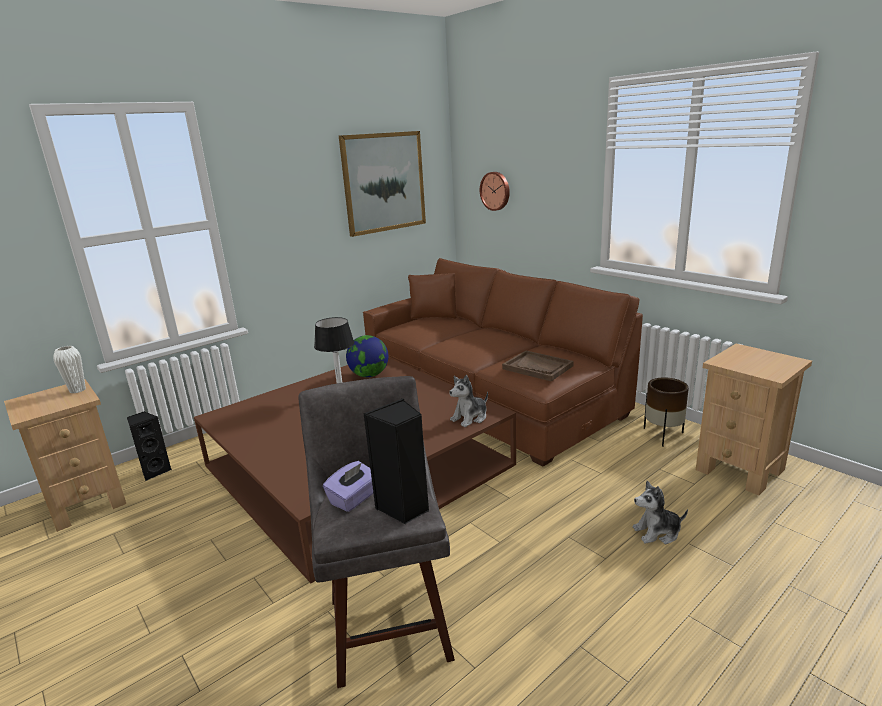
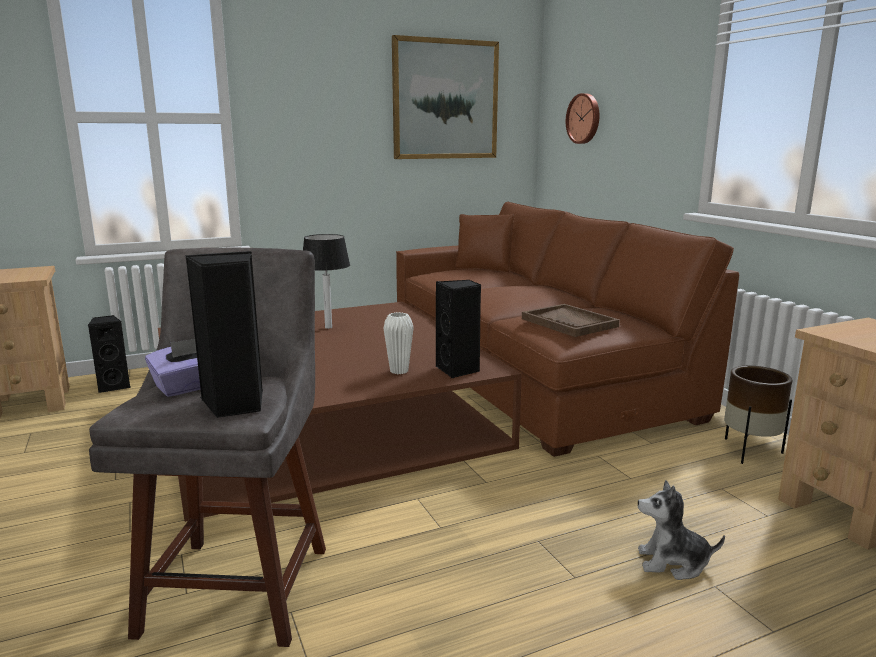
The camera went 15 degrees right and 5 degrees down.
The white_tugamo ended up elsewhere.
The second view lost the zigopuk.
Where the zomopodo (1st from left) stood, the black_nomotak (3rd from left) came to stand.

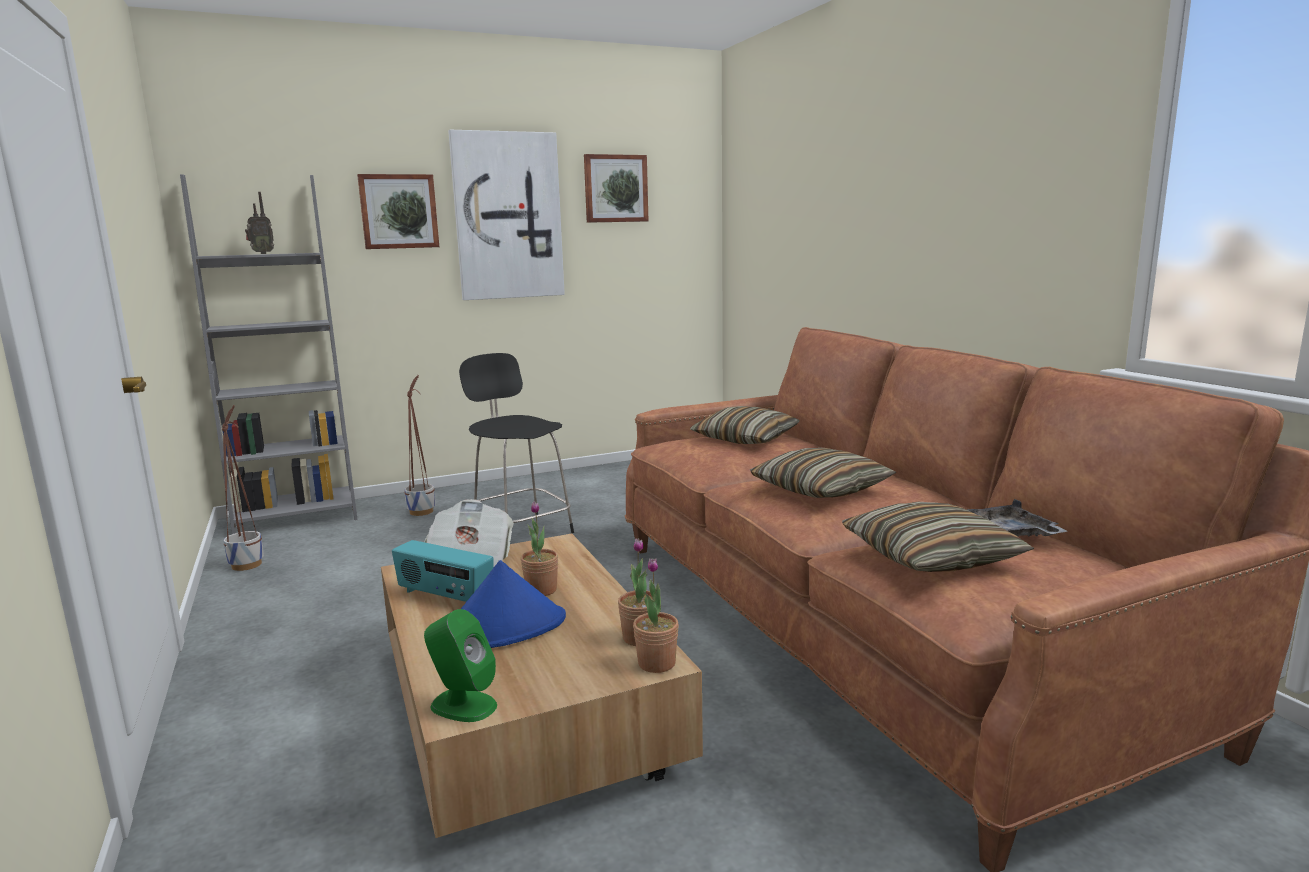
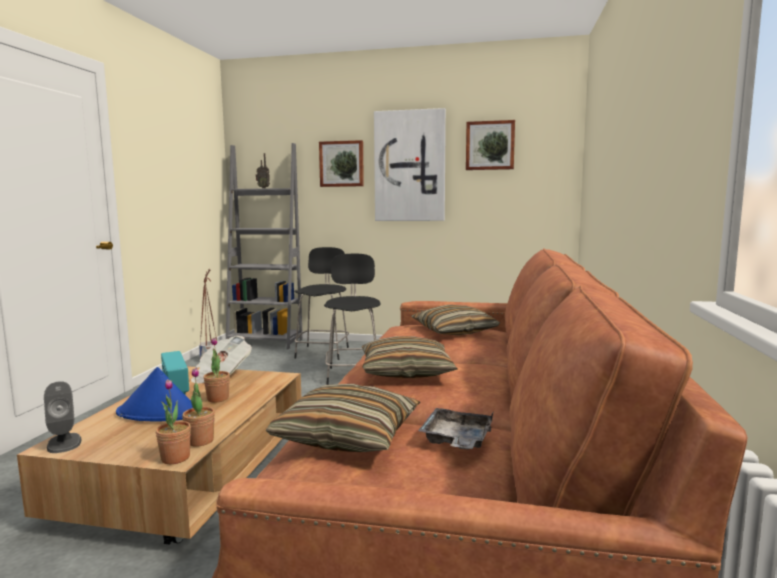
The camera went 35 degrees right and 5 degrees down.
Where the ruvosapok (2nd from left) stood, the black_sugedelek (1st from left) came to stand.
What was the green_nomotak turned into the grey_nomotak.

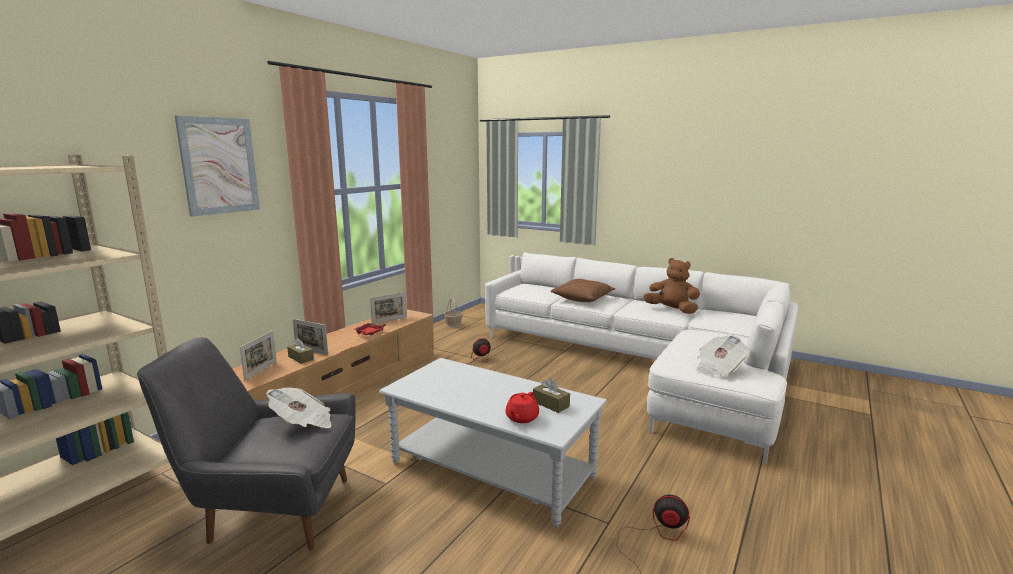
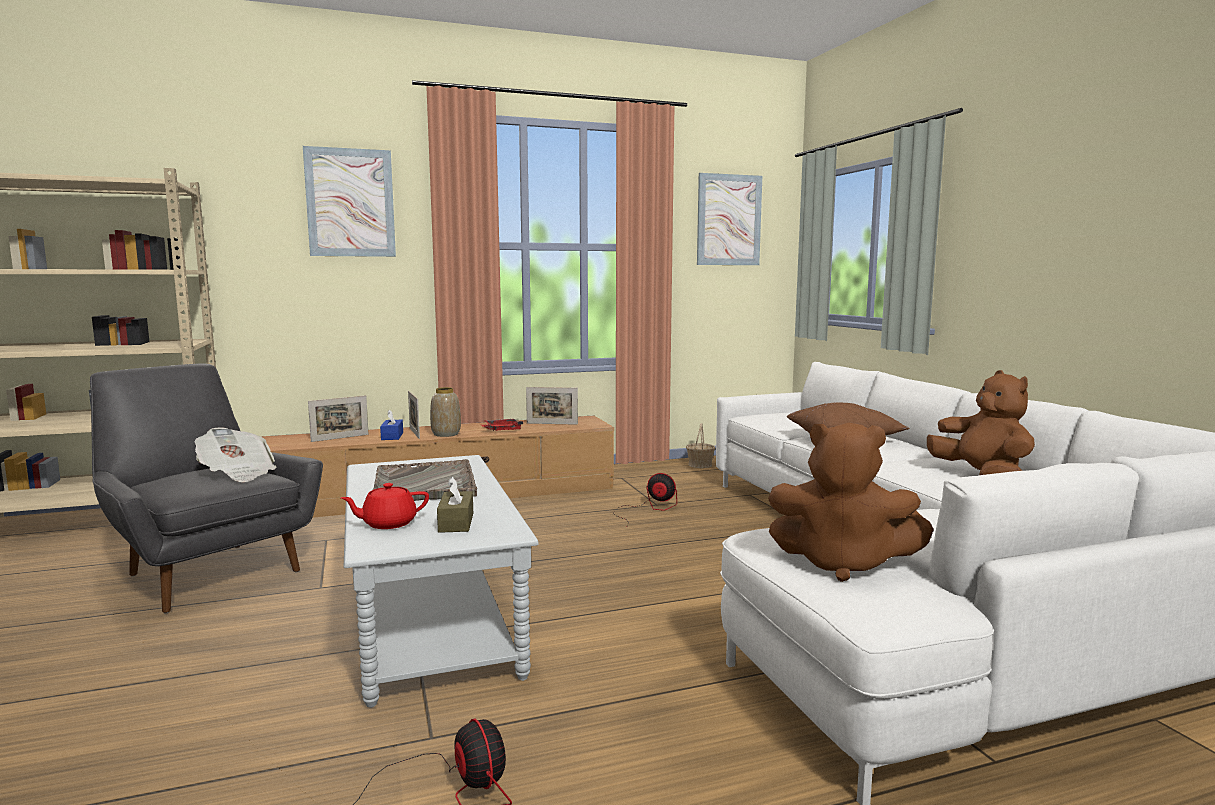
The camera went 40 degrees right and 5 degrees down.
What was the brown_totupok (1st from left) turned into the blue_totupok.
Where the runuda (2nd from left) stood, the brown_zomopodo (1st from left) came to stand.
The second view gained the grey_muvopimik.
The second view gained the tugamo.
The second view gained the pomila (2nd from left).

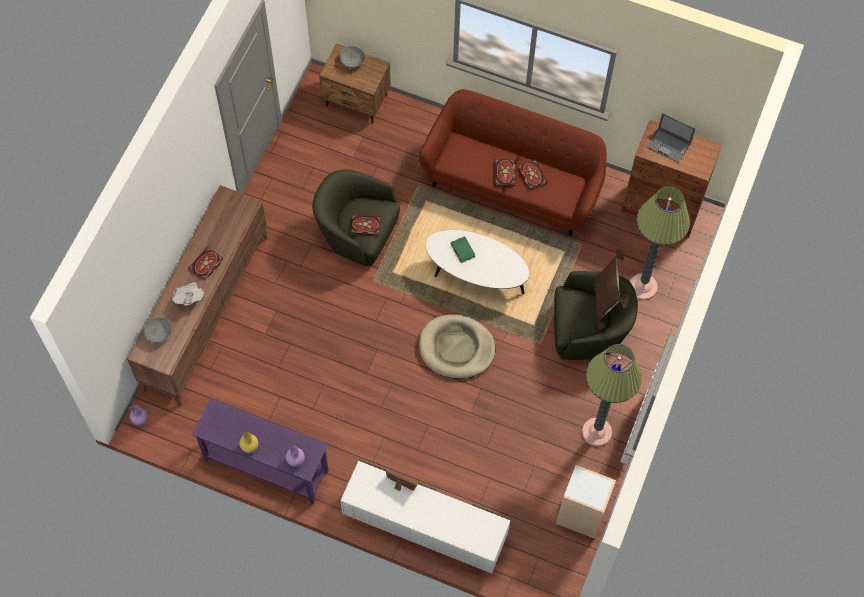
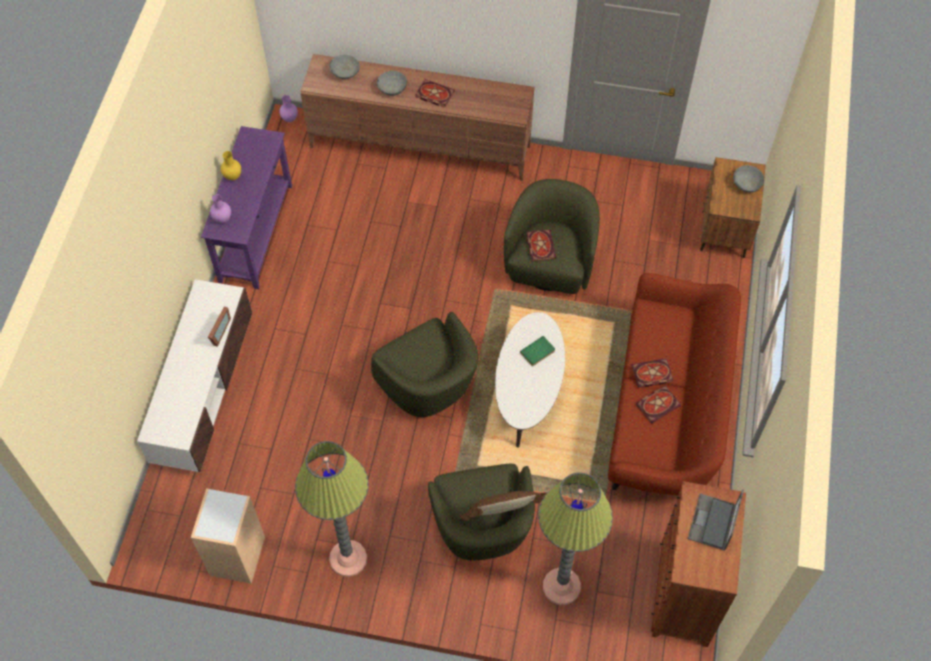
The camera went 80 degrees right and 5 degrees down.
Where the runuda stood, the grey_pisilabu (2nd from left) came to stand.
Where the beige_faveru stood, the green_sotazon (1st from left) came to stand.

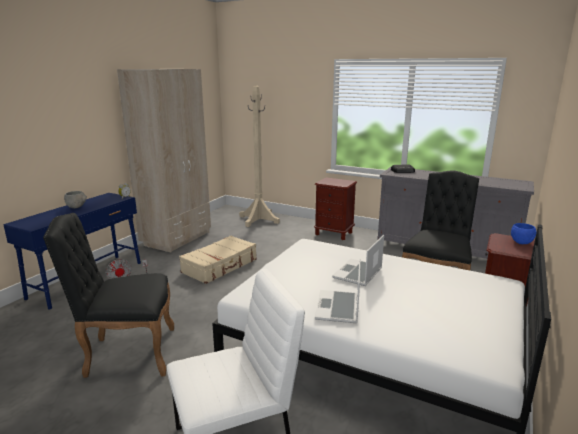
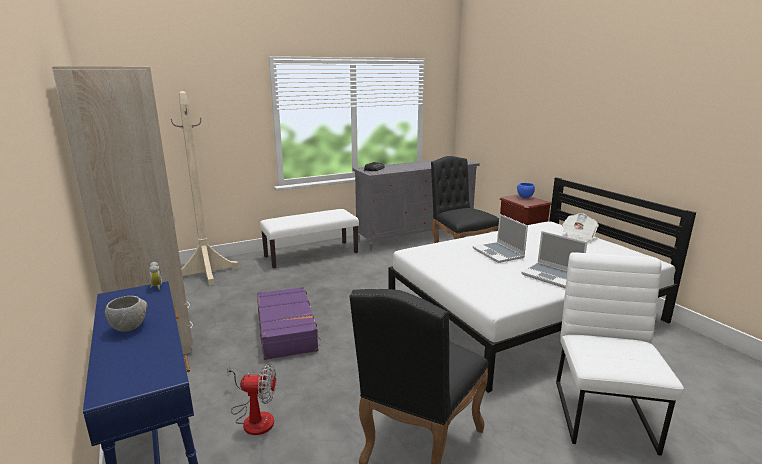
The camera went 55 degrees left and 0 degrees up.
What was the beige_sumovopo turned into the purple_sumovopo.
Where the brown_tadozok (1st from left) stood, the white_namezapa came to stand.
The second view gained the runuda.

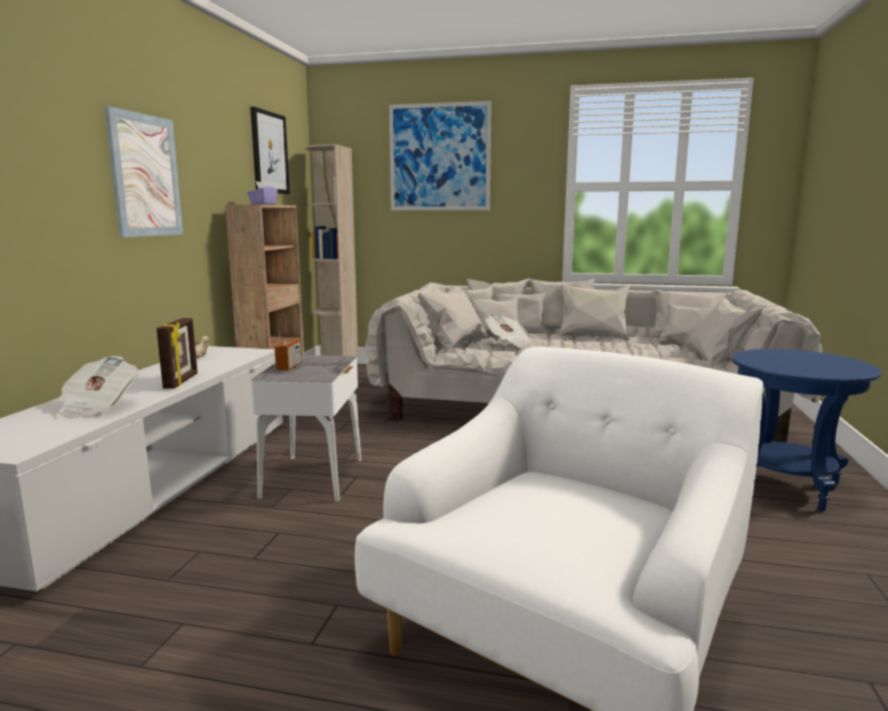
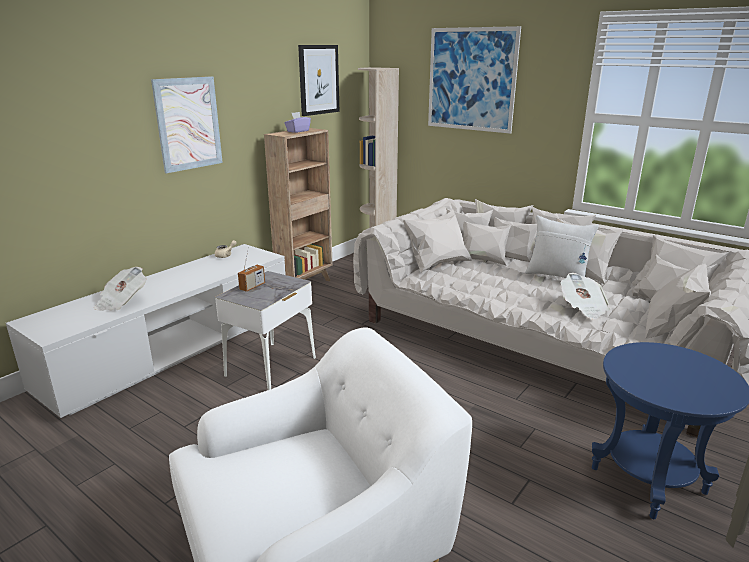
The camera went 25 degrees right and 10 degrees up.
The second view lost the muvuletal.
The runuda (2nd from left) ended up elsewhere.
The second view gained the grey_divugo.

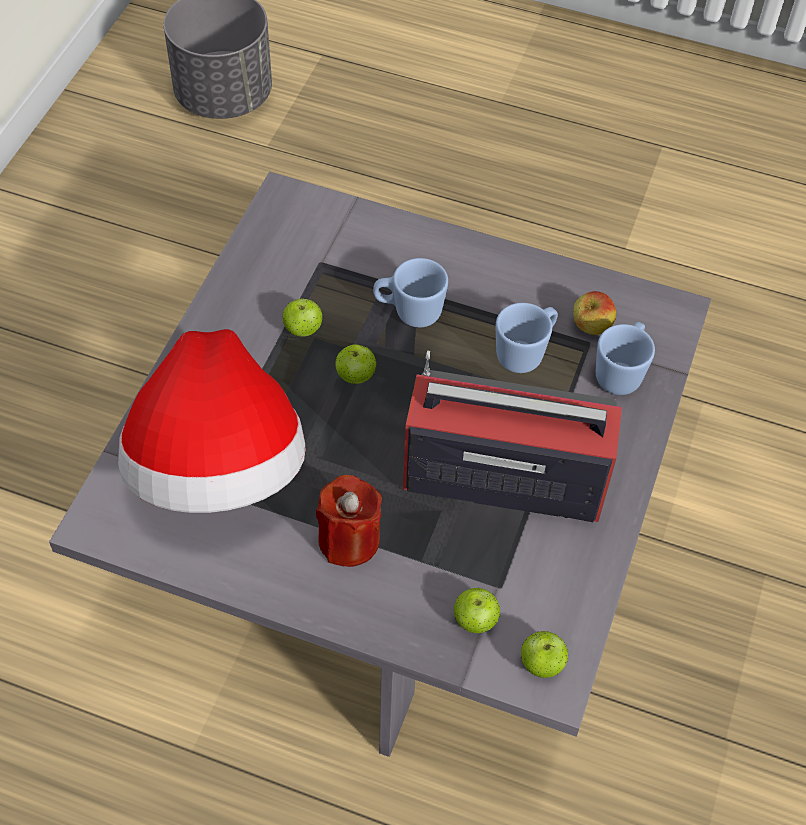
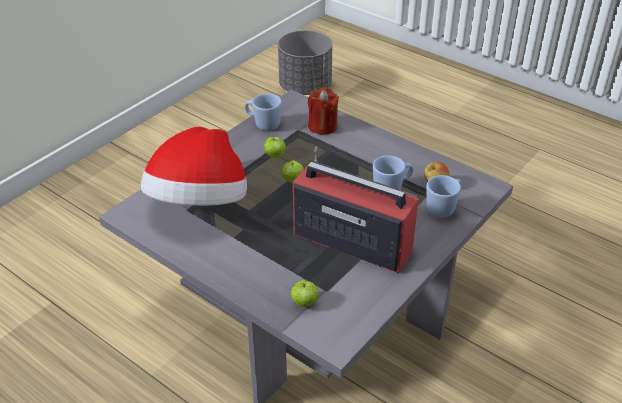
The camera went 20 degrees right and 15 degrees down.
The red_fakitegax ended up elsewhere.
The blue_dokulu (1st from left) ended up elsewhere.
The second view lost the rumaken (4th from left).

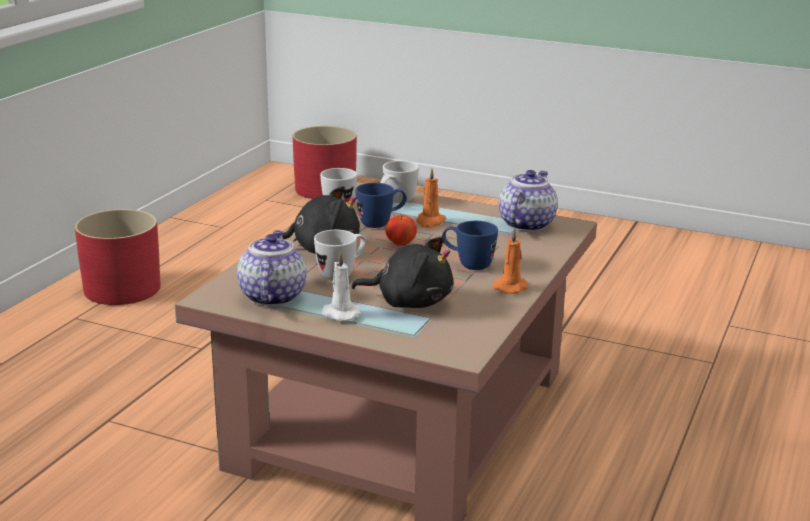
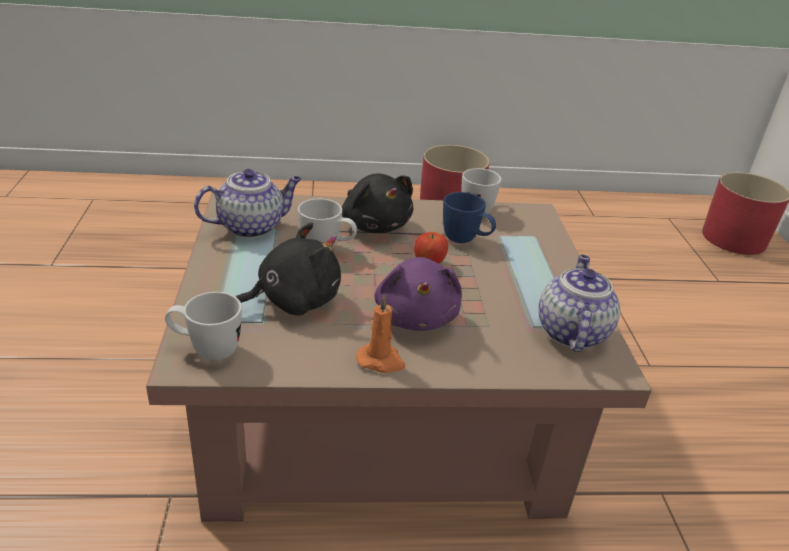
The camera went 60 degrees right and 10 degrees up.
The second view lost the white_fakitegax.
The black_zomopodo (2nd from left in the first image) ended up facing another way, 105 degrees counterclockwise from before.
The white_dokulu (3rd from left in the first image) ended up elsewhere.
The second view lost the orange_fakitegax (1st from left).
Where the blue_dokulu (2nd from left) stood, the purple_zomopodo came to stand.
The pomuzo (2nd from left) ended up facing another way, 75 degrees counterclockwise from before.

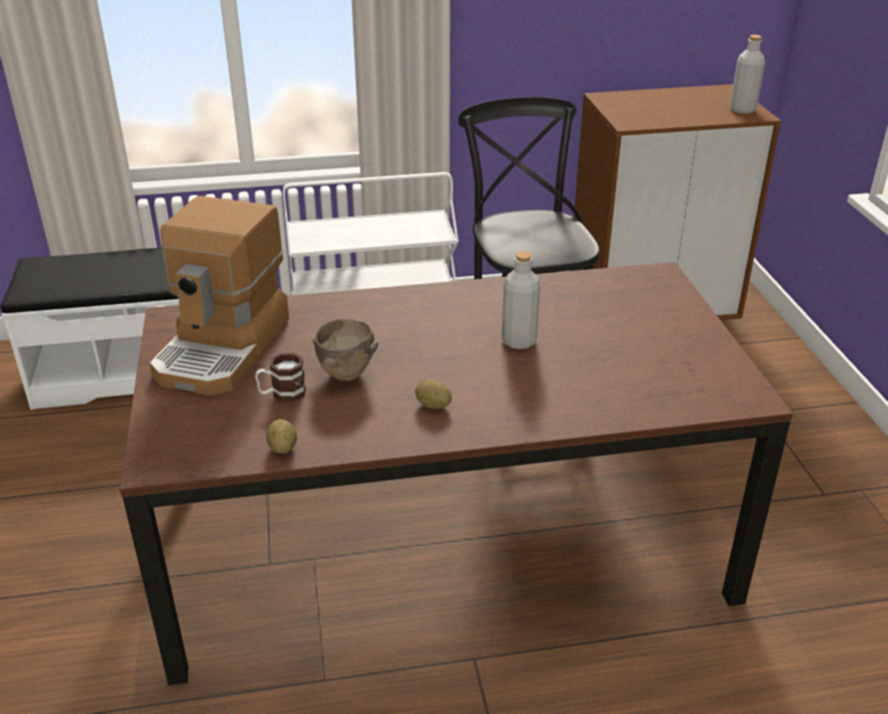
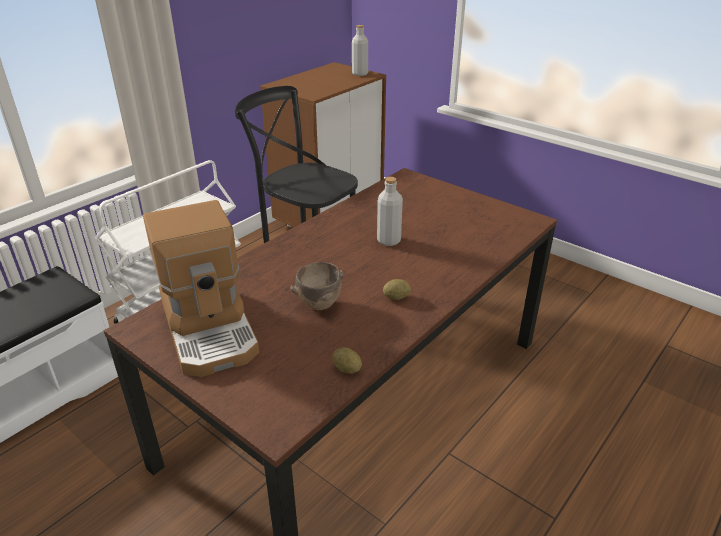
The camera went 40 degrees left and 0 degrees up.
The second view lost the dokulu.

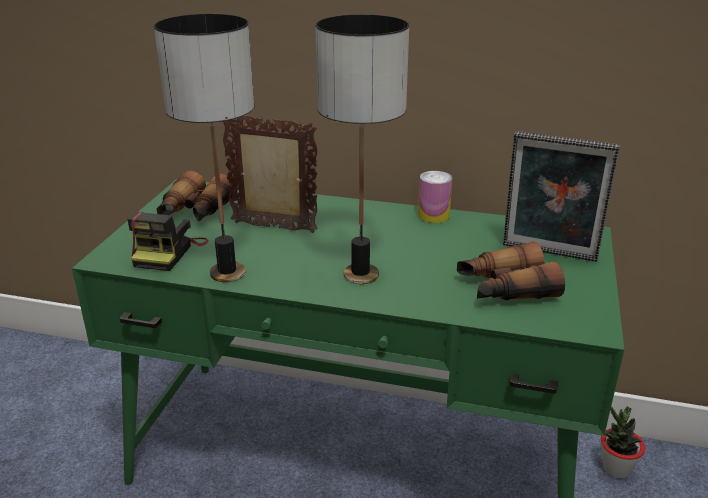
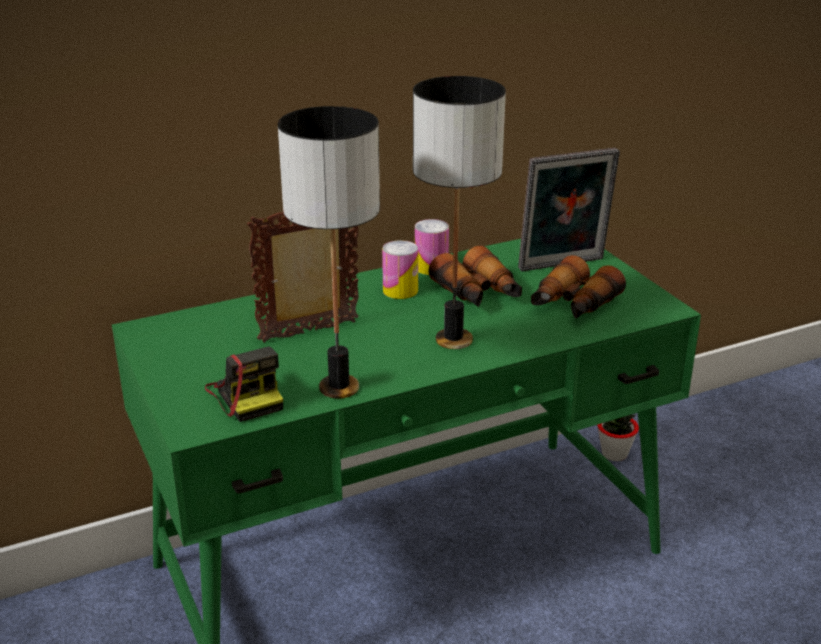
The camera went 40 degrees left and 0 degrees up.
The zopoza (1st from left) ended up elsewhere.
The second view gained the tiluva (1st from left).

